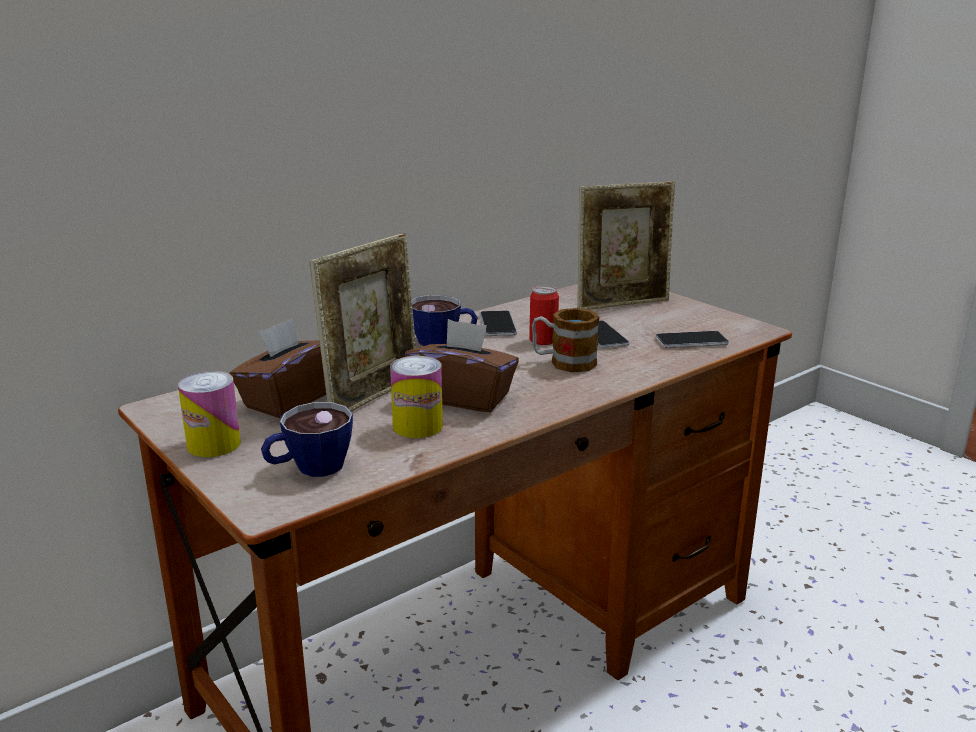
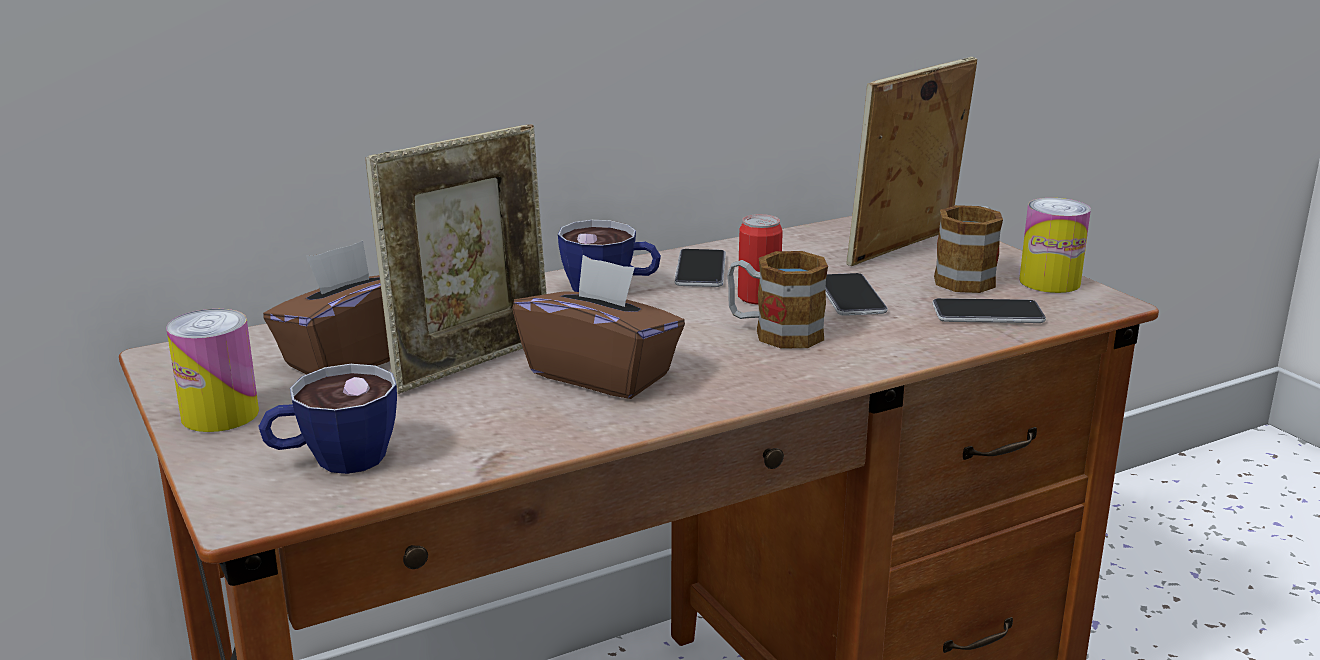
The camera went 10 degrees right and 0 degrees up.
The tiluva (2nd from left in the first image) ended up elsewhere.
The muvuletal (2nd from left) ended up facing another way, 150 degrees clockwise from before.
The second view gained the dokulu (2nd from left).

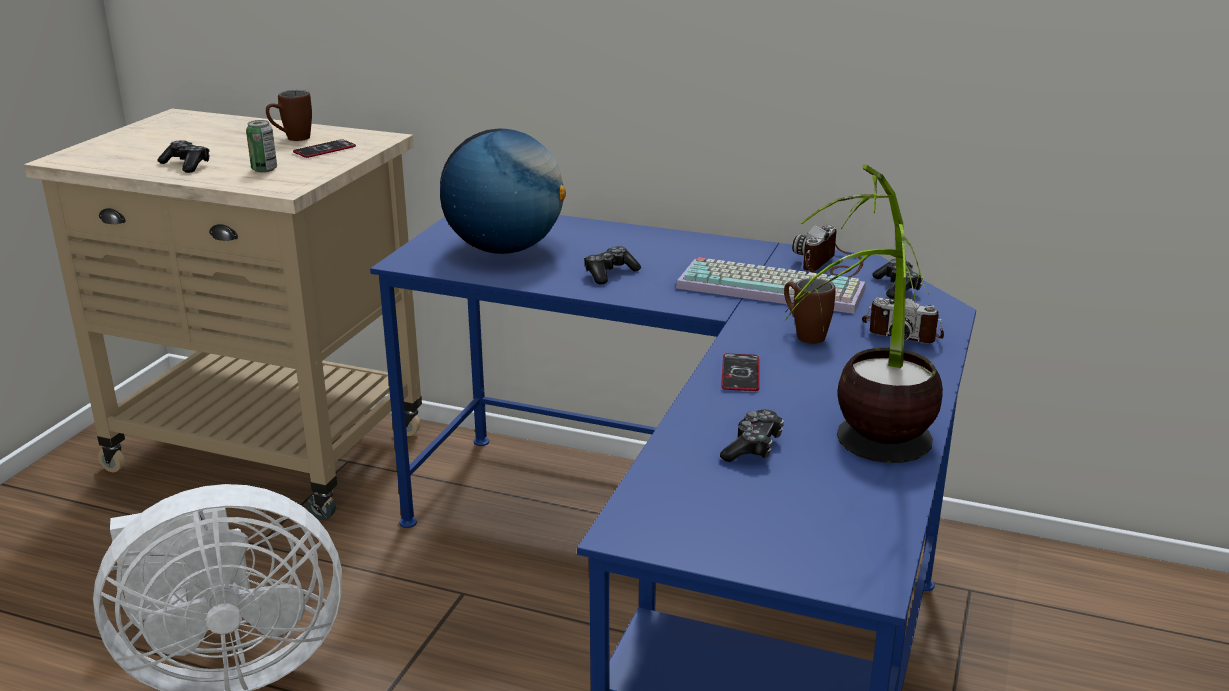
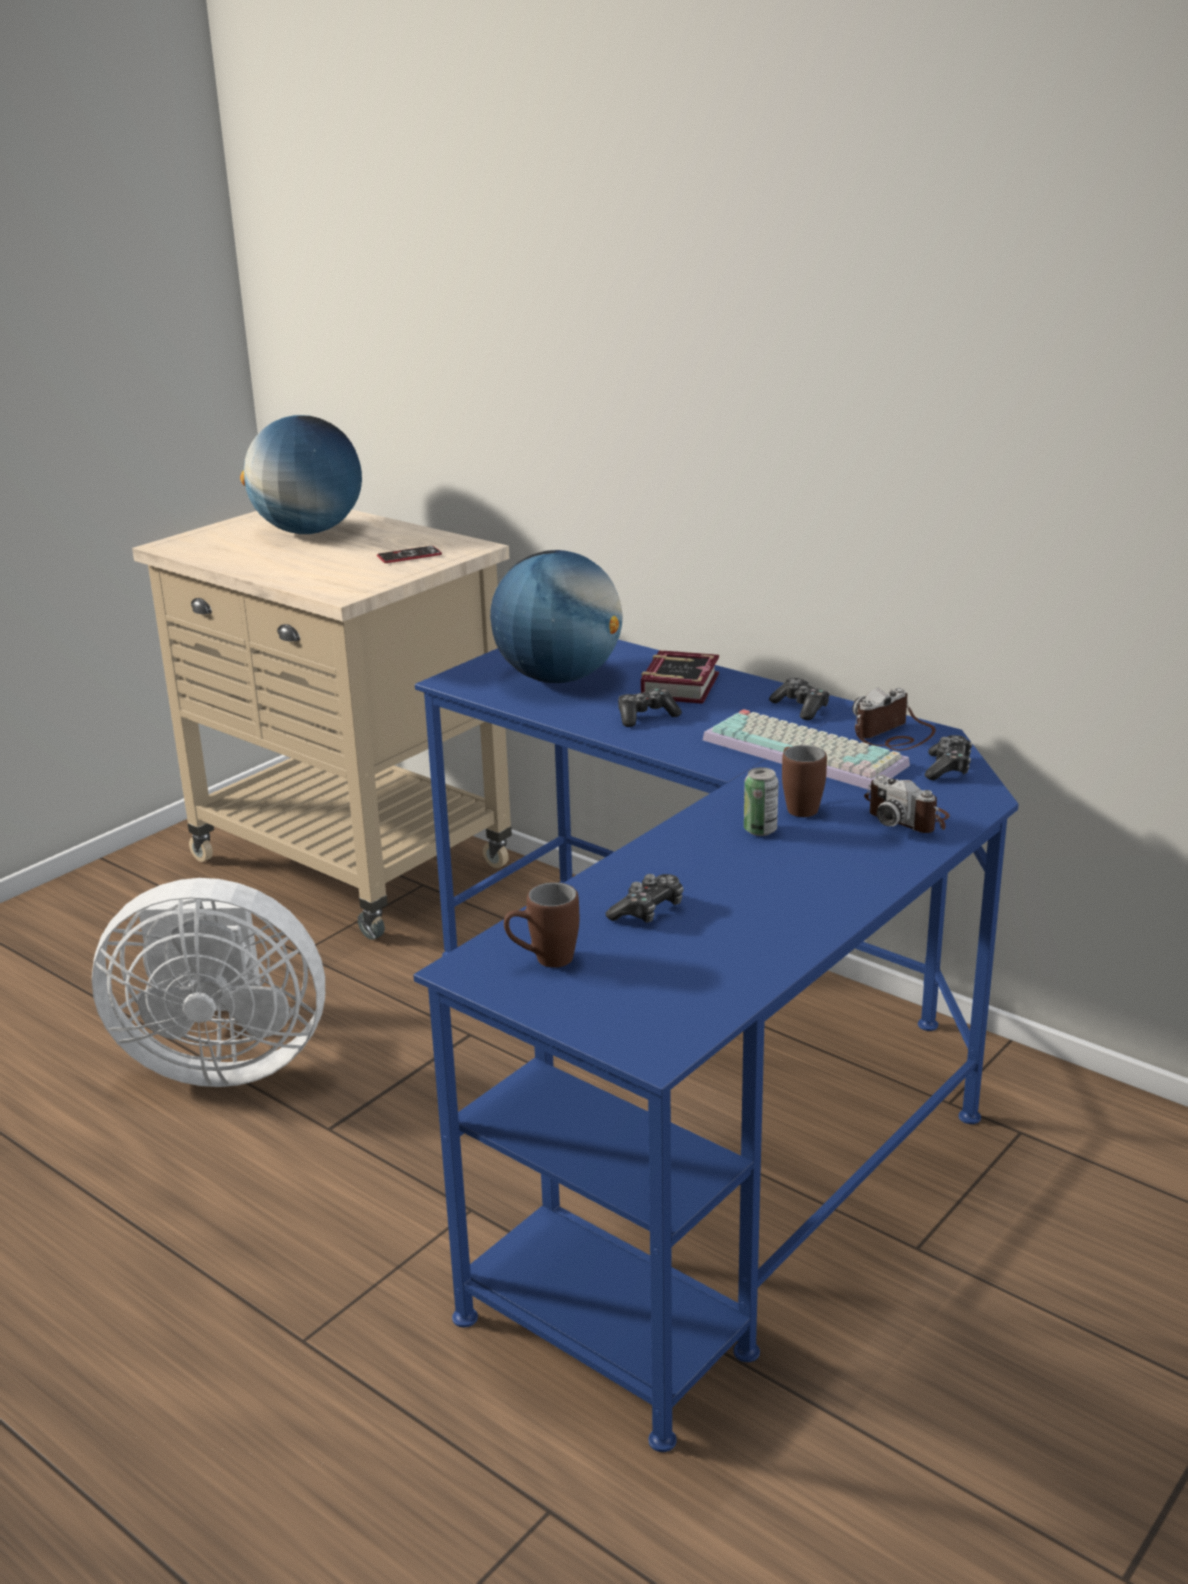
The camera went 20 degrees right and 0 degrees up.
The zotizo (1st from left in the first image) ended up elsewhere.
The tiluva ended up elsewhere.
The brown_dokulu (1st from left) ended up elsewhere.
The second view lost the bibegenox (2nd from left).
The second view lost the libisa.
The second view gained the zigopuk (1st from left).
The second view gained the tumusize.

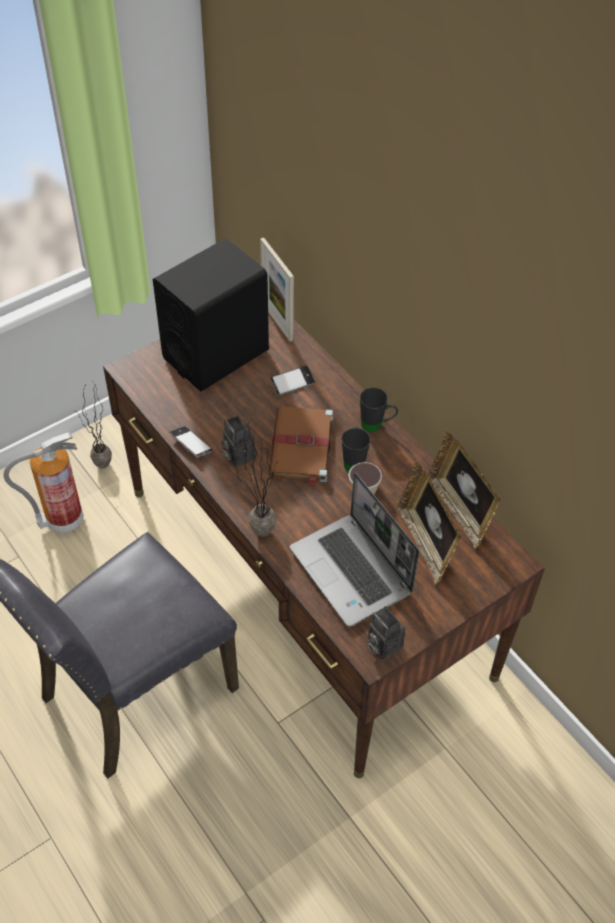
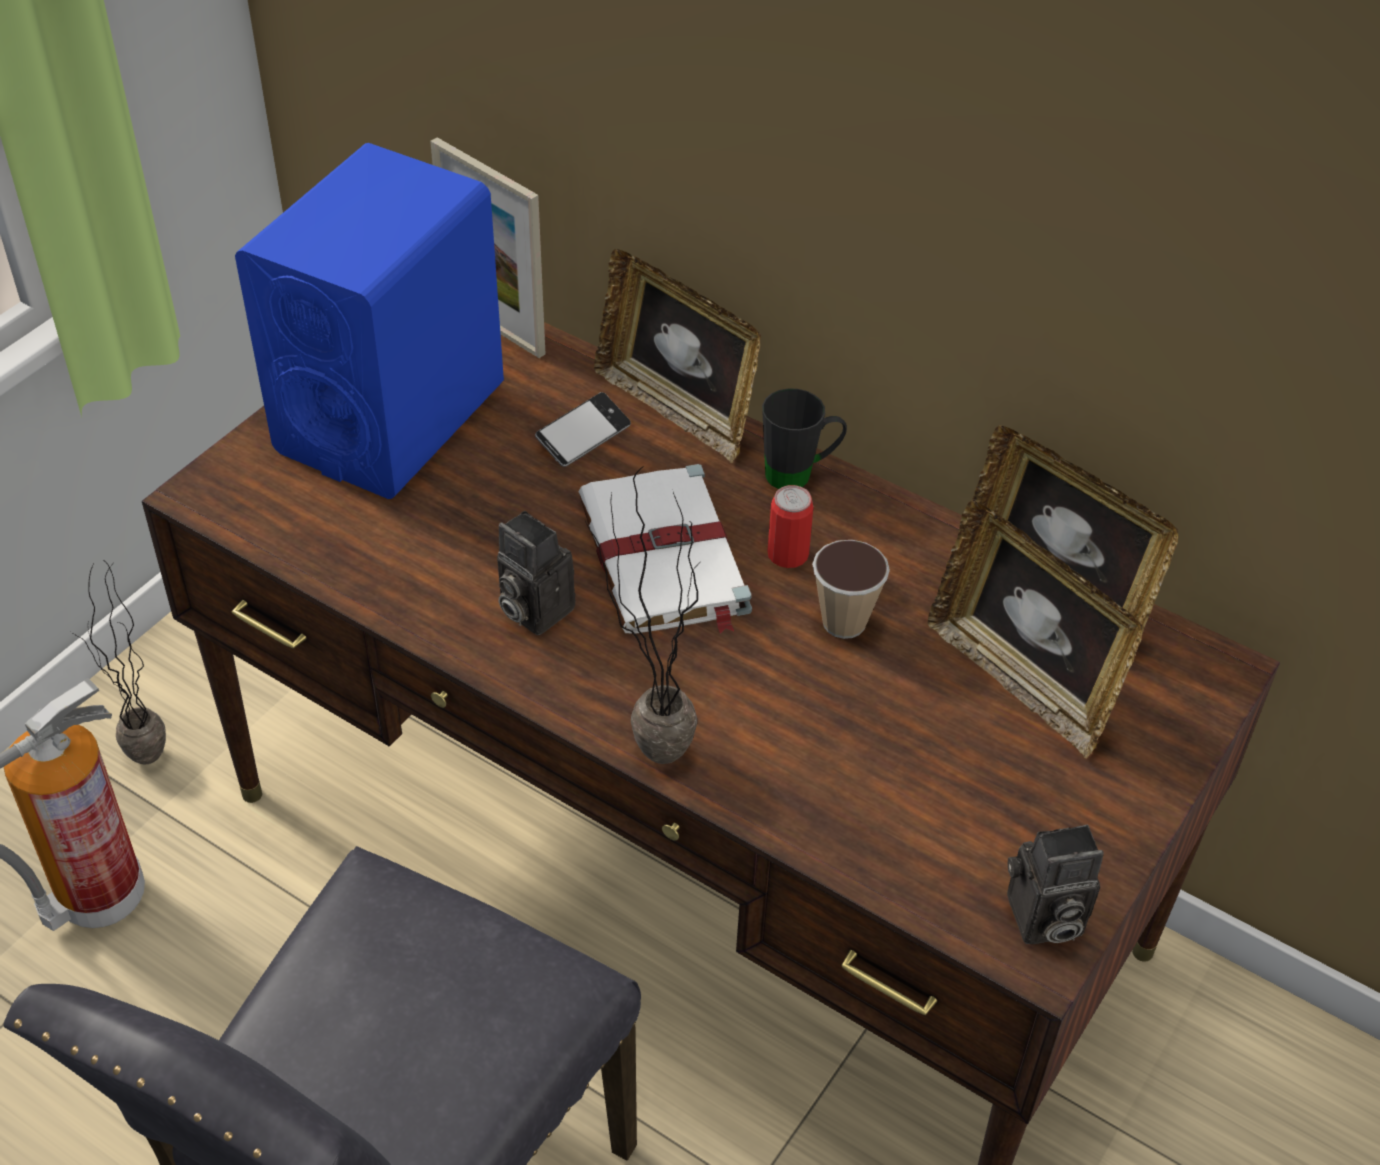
The camera went 20 degrees left and 5 degrees down.
What was the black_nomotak turned into the blue_nomotak.
The second view lost the bibegenox (1st from left).
What was the brown_tumusize turned into the white_tumusize.
The second view lost the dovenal.
Where the black_dokulu (1st from left) stood, the tiluva came to stand.
The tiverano (2nd from left) ended up facing another way, 45 degrees counterclockwise from before.
The second view gained the muvuletal (2nd from left).

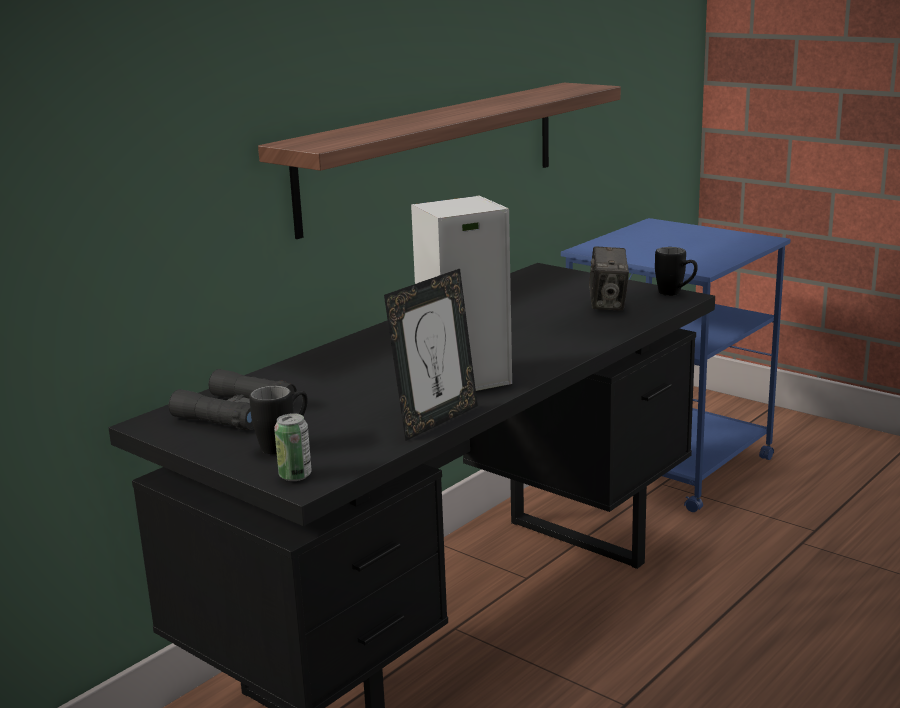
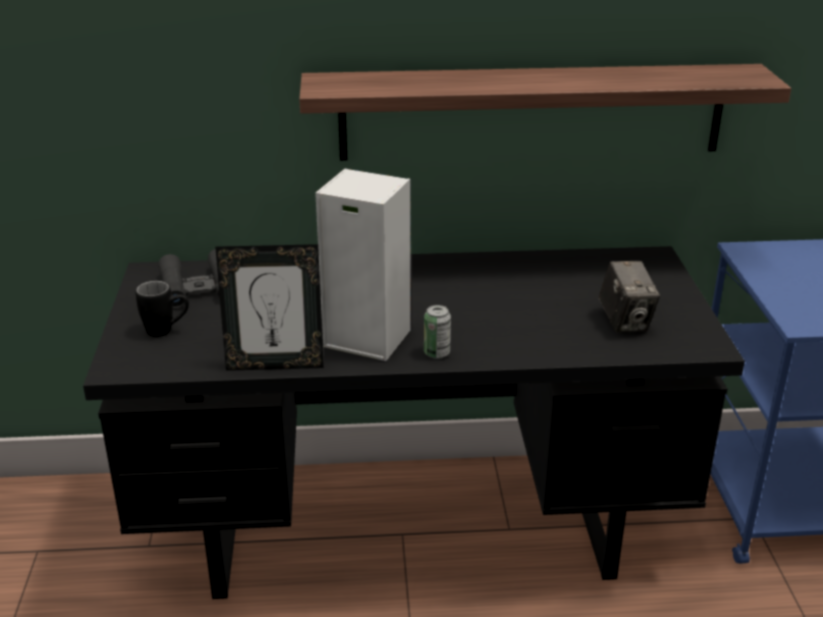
The camera went 45 degrees right and 10 degrees up.
The tiluva ended up elsewhere.
The tiverano ended up facing another way, 60 degrees counterclockwise from before.
The second view lost the black_dokulu (2nd from left).

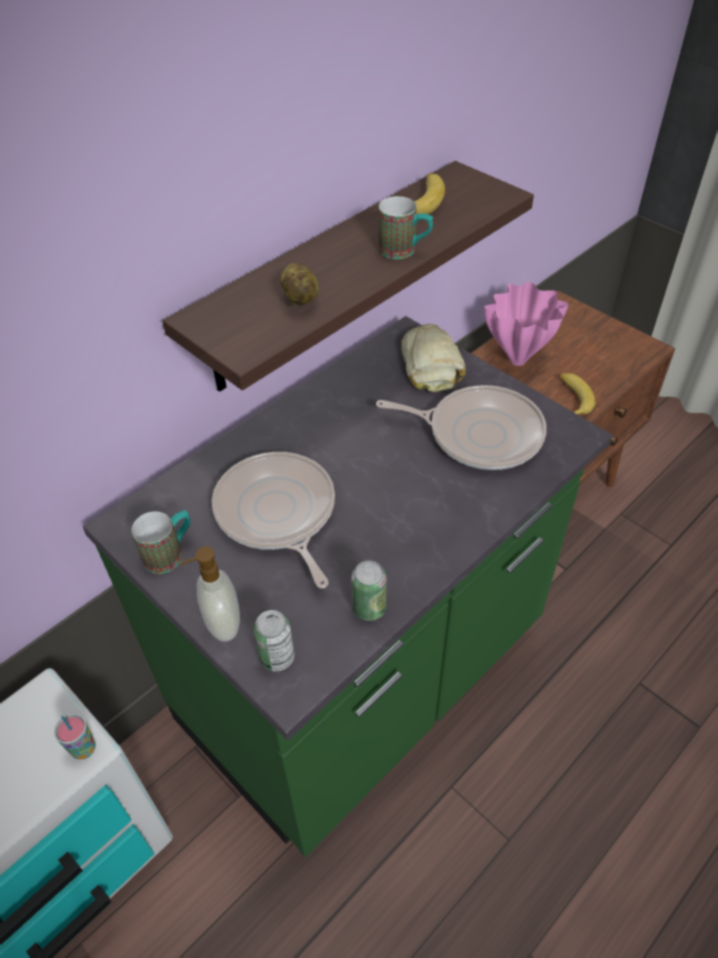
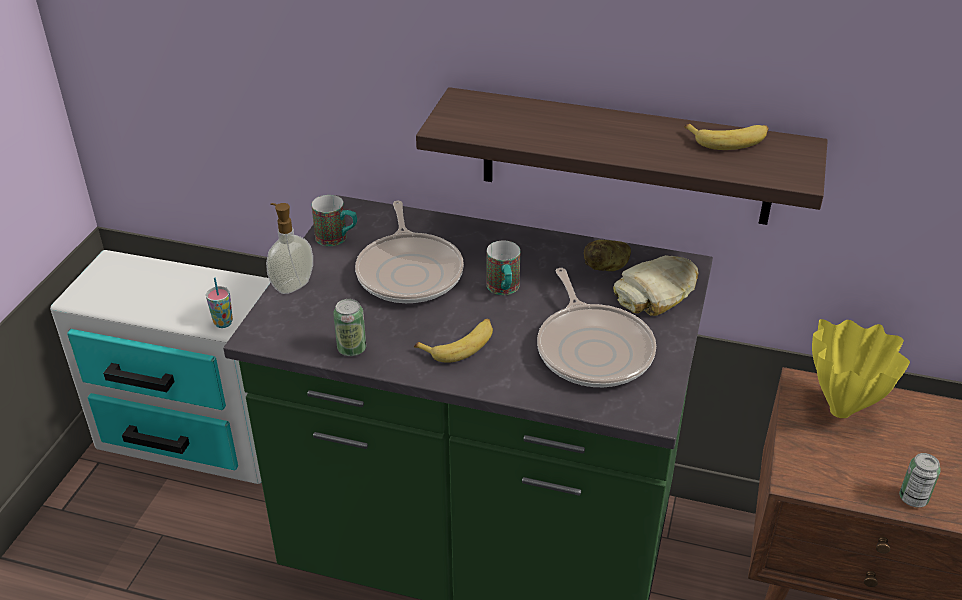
The camera went 60 degrees right and 10 degrees down.
The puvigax (1st from left) ended up facing another way, 135 degrees clockwise from before.
The tiluva (1st from left in the first image) ended up elsewhere.
The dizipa ended up elsewhere.
The dokulu (2nd from left) ended up elsewhere.
What was the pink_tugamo turned into the yellow_tugamo.
The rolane (2nd from left in the first image) ended up elsewhere.

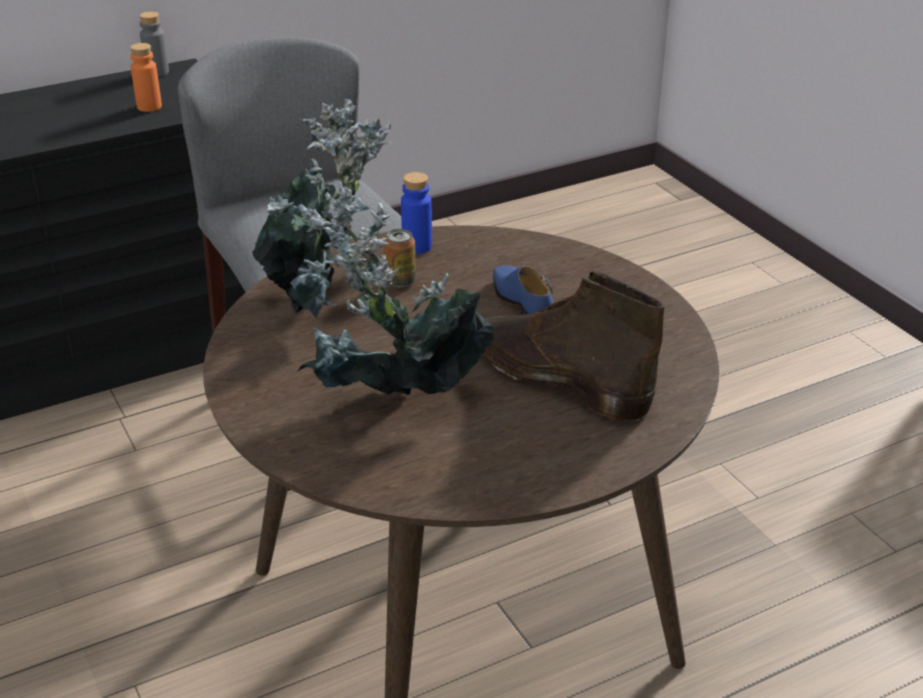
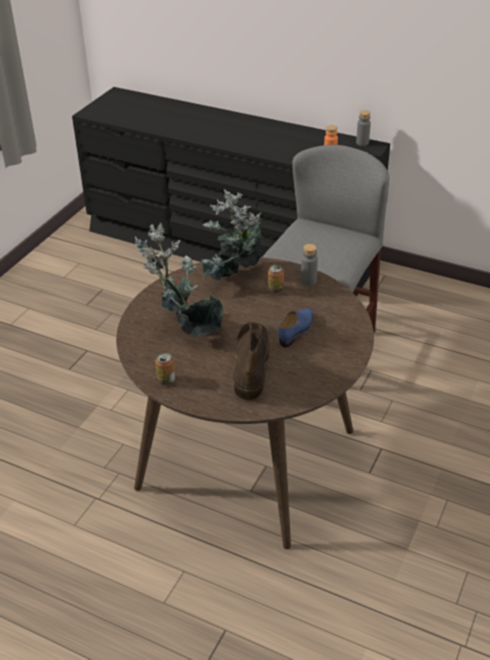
The camera went 55 degrees right and 5 degrees up.
What was the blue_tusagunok turned into the grey_tusagunok (1st from left).
The second view gained the tiluva (1st from left).

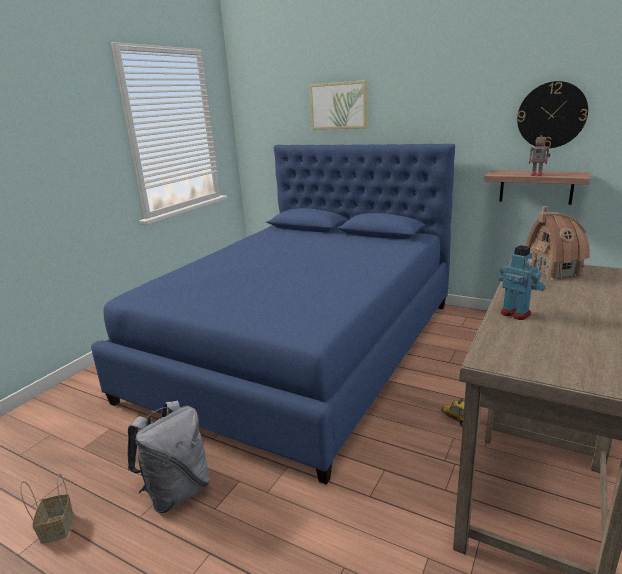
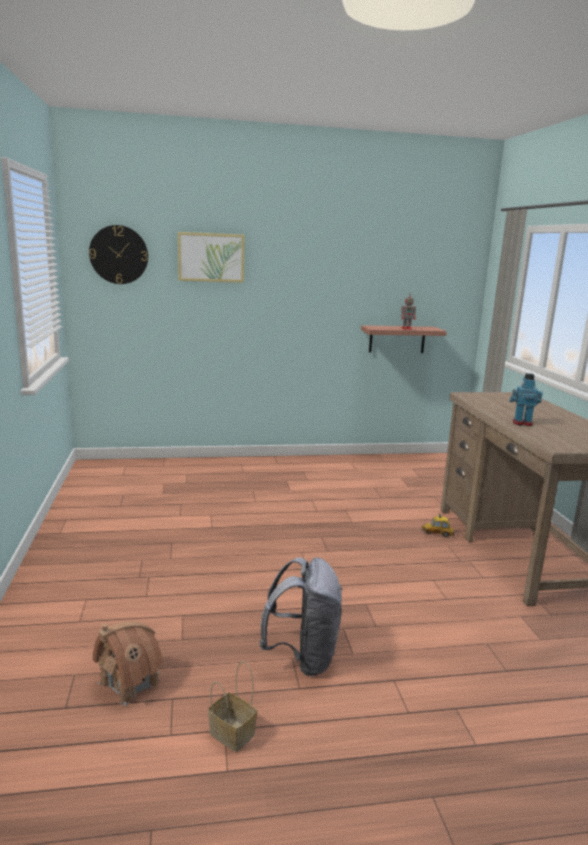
The camera went 40 degrees left and 5 degrees down.
The second view lost the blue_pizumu.
The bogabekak ended up elsewhere.
The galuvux ended up elsewhere.

